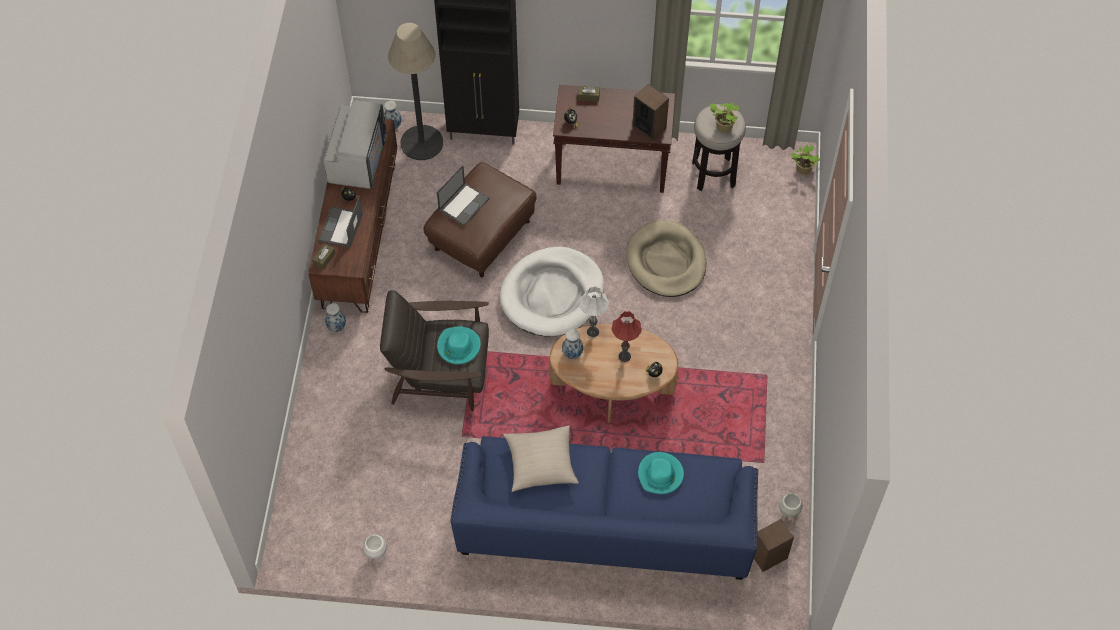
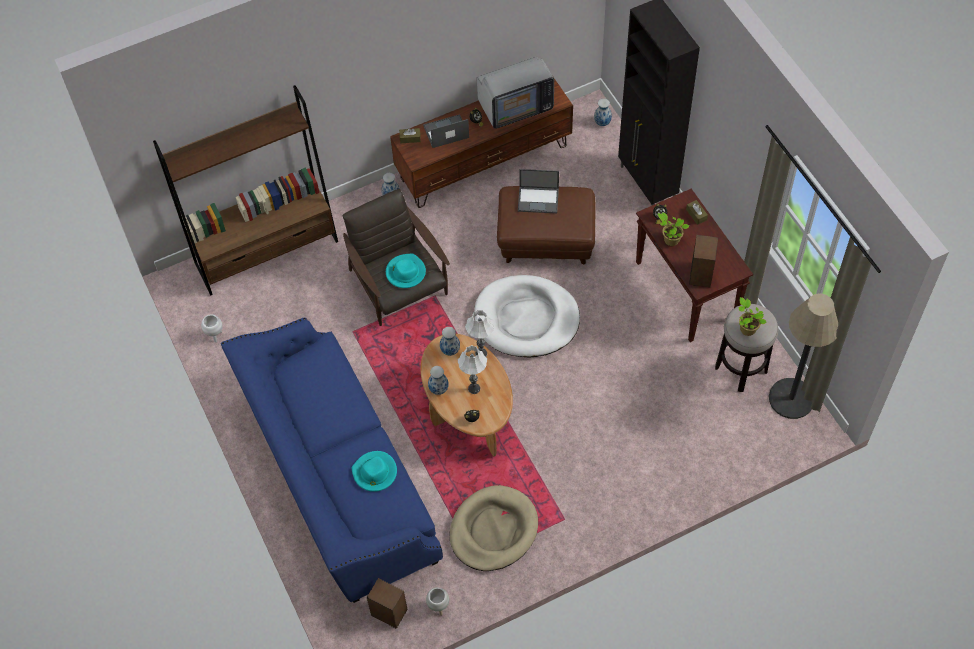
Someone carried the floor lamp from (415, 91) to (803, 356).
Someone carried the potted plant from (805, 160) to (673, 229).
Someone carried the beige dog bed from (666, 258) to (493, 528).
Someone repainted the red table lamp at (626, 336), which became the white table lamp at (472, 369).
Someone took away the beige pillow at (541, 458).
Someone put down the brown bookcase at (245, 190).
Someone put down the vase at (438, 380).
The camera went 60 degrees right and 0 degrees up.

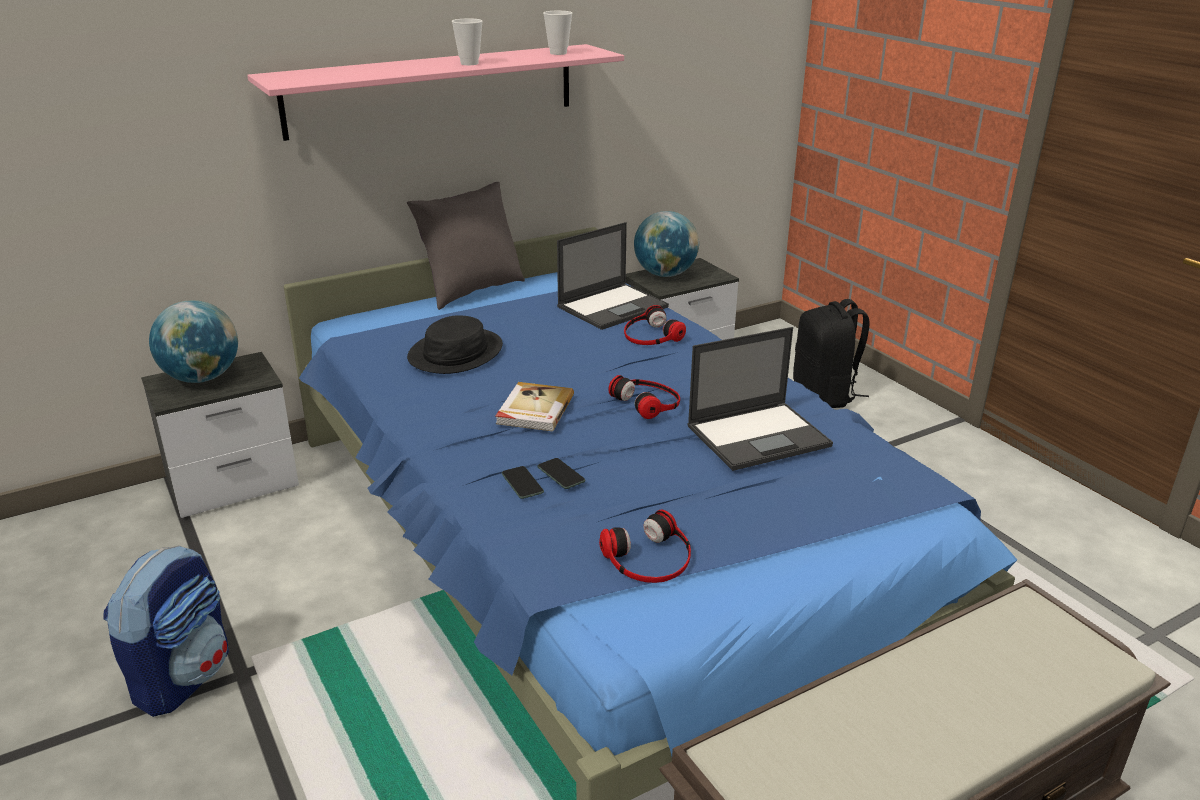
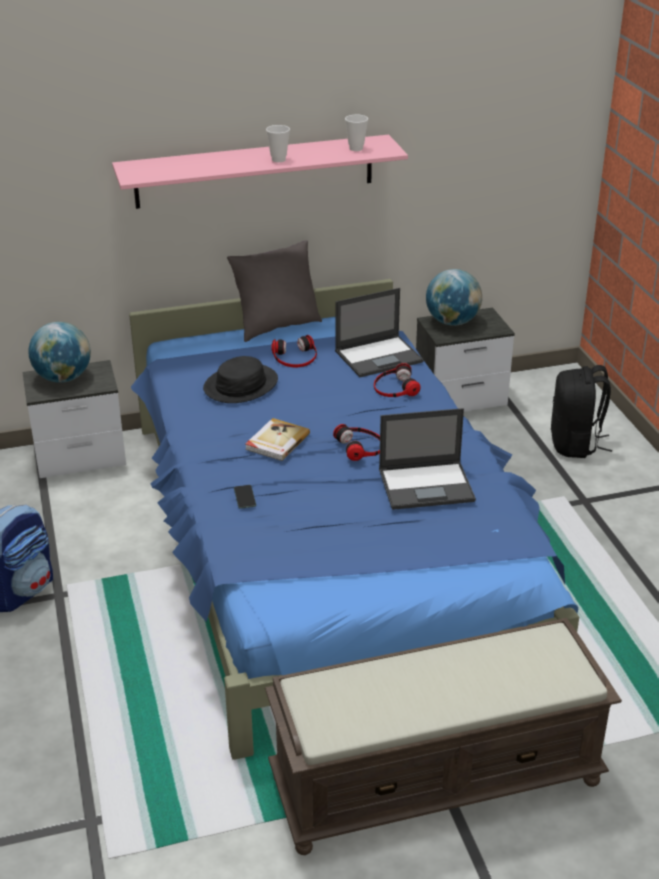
Someone took away the phone at (561, 473).
Someone carried the headphones from (645, 546) to (294, 351).
The camera went 15 degrees right and 5 degrees up.

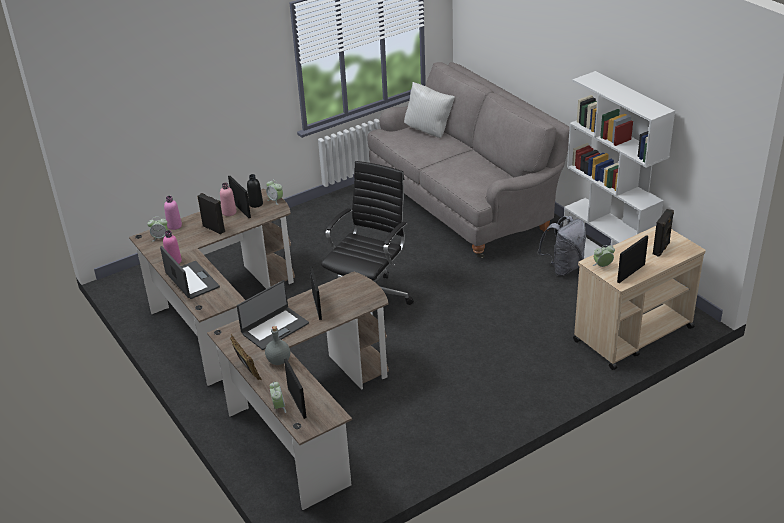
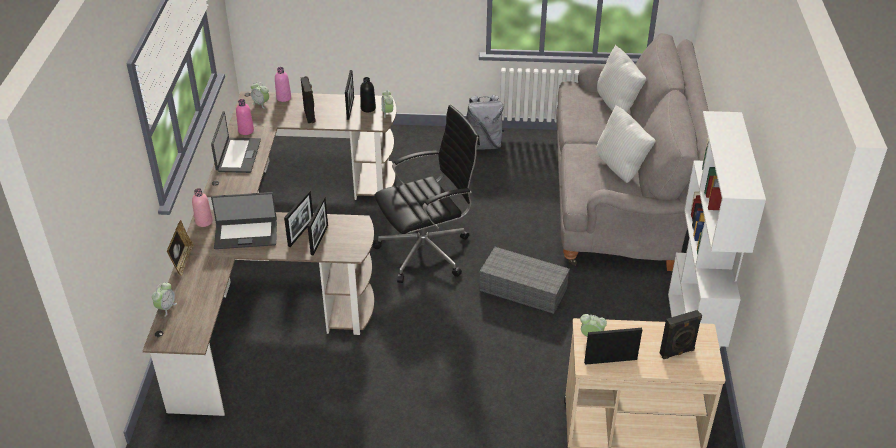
Someone carried the pink bottle from (228, 199) to (202, 207).
Someone carried the grey backpack from (561, 246) to (485, 122).
Someone took away the grey bottle at (277, 345).
Someone carried the picture frame from (295, 388) to (317, 225).
Someone put down the white pillow at (626, 144).
Someone put down the grey storage box at (524, 280).
The camera went 35 degrees right and 5 degrees up.

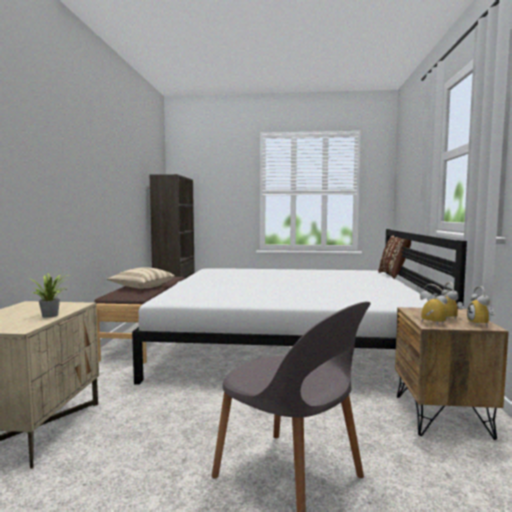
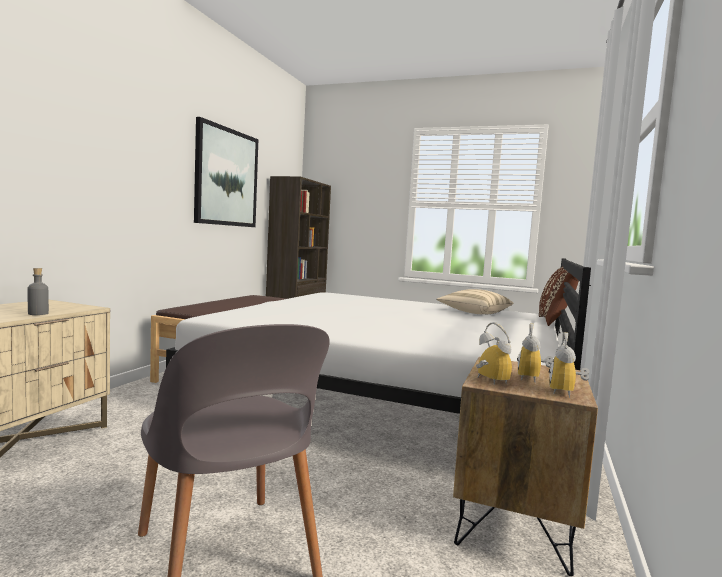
Someone carried the beige pillow from (141, 278) to (474, 301).
Someone swapped the potted plant at (49, 295) for the grey bottle at (38, 291).
Someone put up the picture at (226, 172).
The camera went 15 degrees right and 0 degrees up.

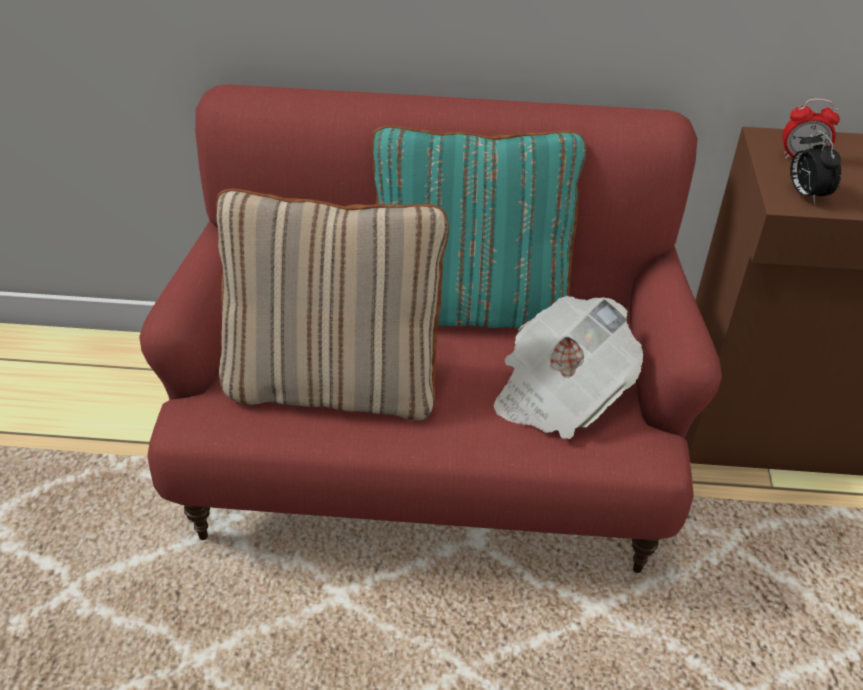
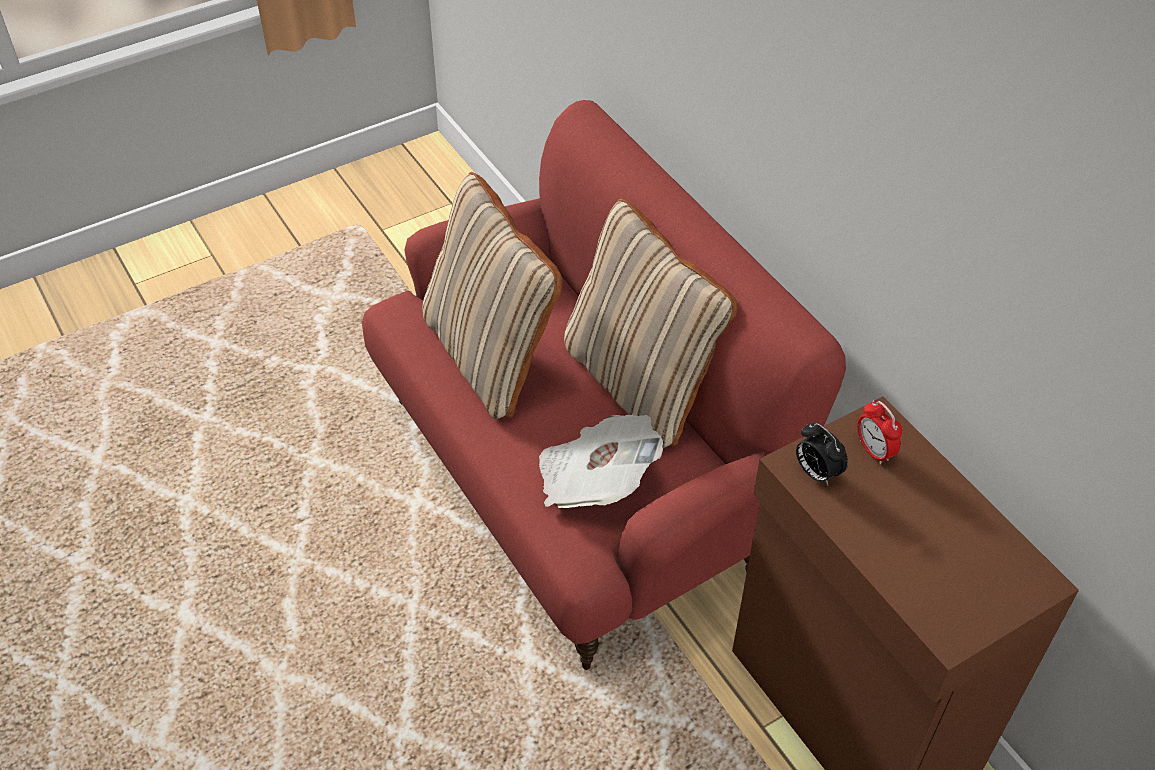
Someone repainted the turquoise pillow at (479, 227), which became the beige pillow at (651, 323).
Someone rotated the alarm clock at (815, 167) by 75 degrees counterclockwise.
The camera went 55 degrees right and 5 degrees up.

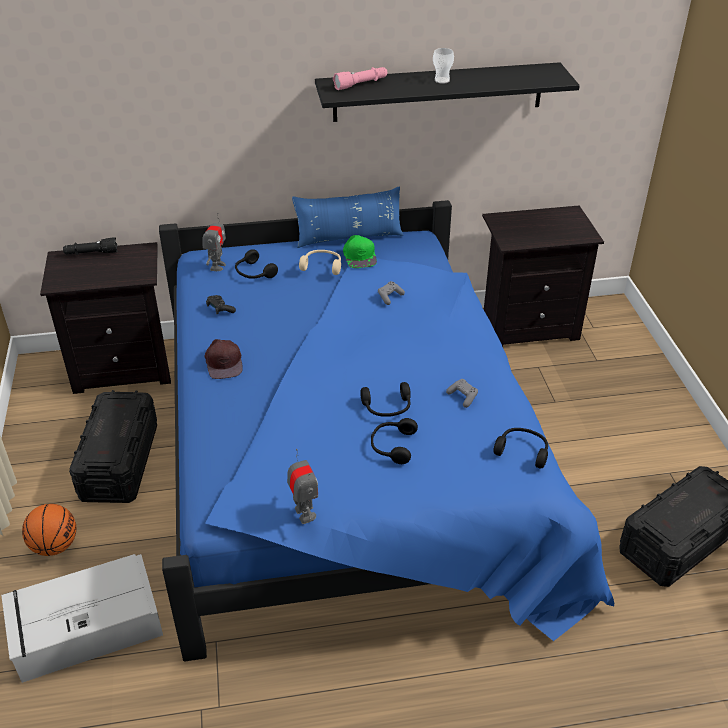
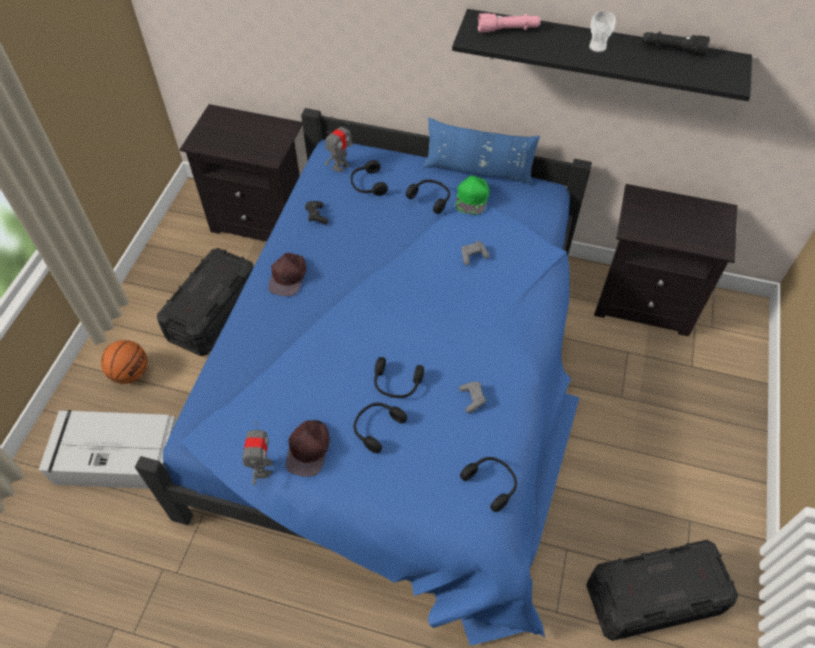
Someone carried the black flashlight from (90, 246) to (676, 43).
Someone repainted the beige headphones at (320, 262), which became the black headphones at (428, 196).
Someone put down the brown cap at (308, 448).
The camera went 25 degrees right and 15 degrees up.

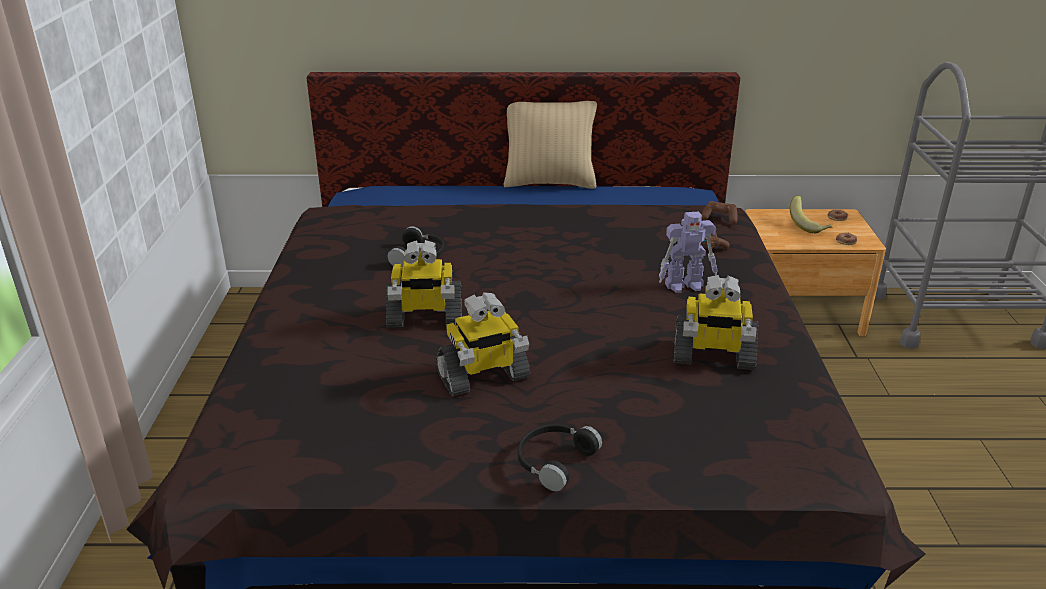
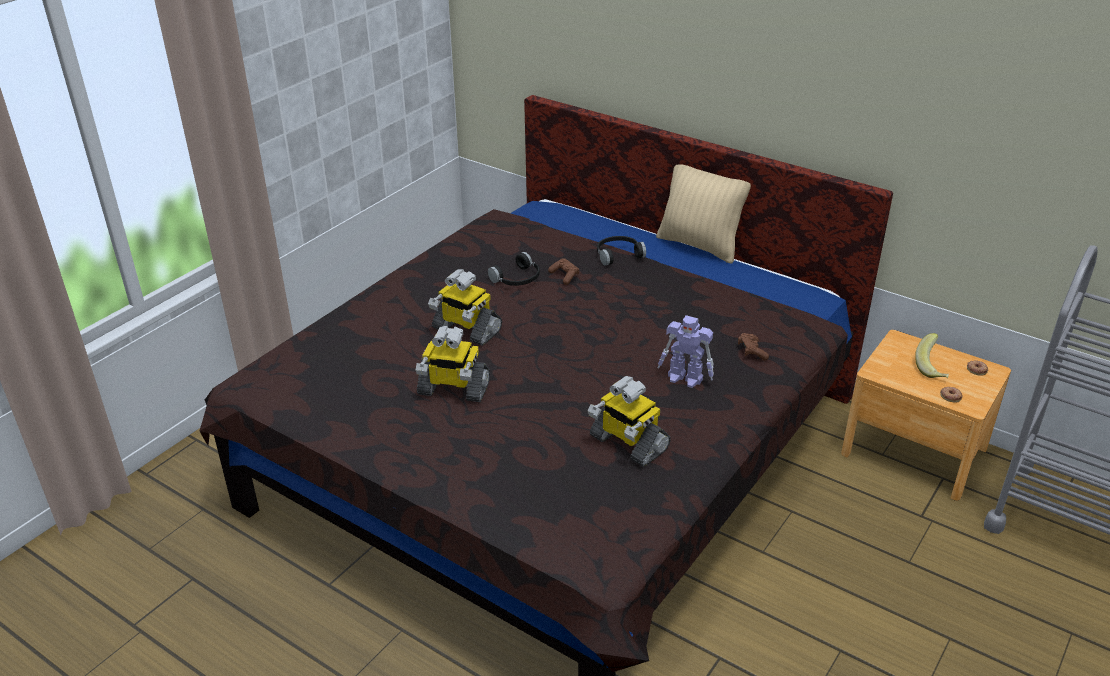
Someone carried the brown game controller from (719, 213) to (563, 271).
Someone carried the black headphones from (560, 457) to (621, 250).
The camera went 35 degrees right and 5 degrees up.

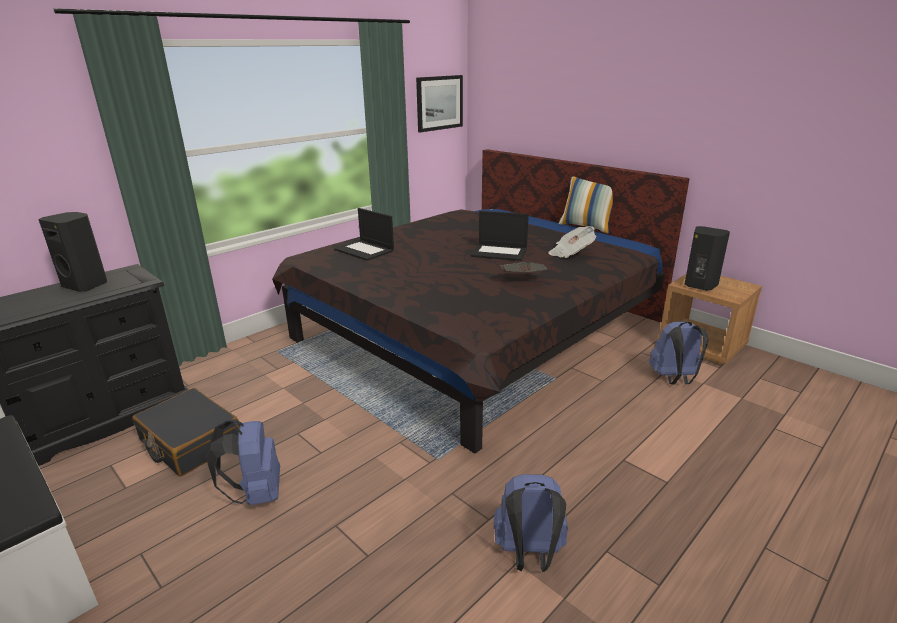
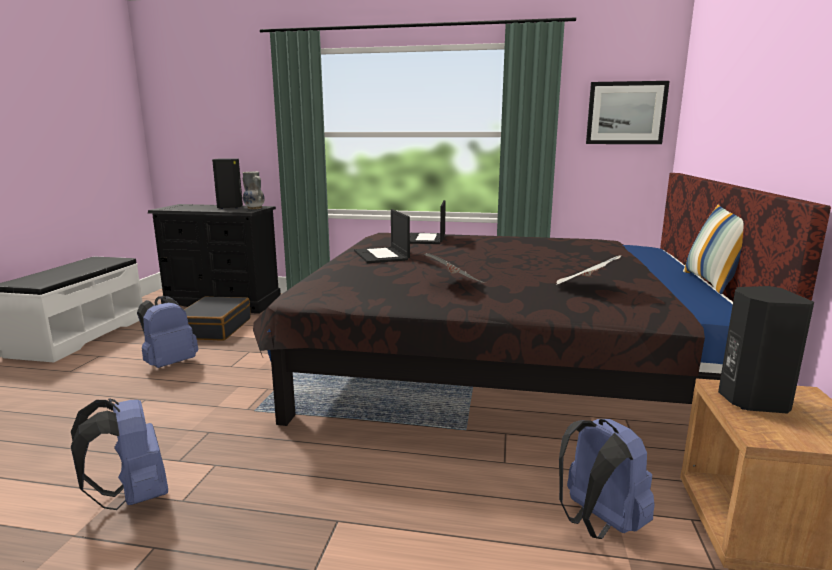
Someone carried the laptop from (499, 236) to (382, 236).
Someone put down the vase at (254, 190).
The camera went 55 degrees right and 10 degrees down.

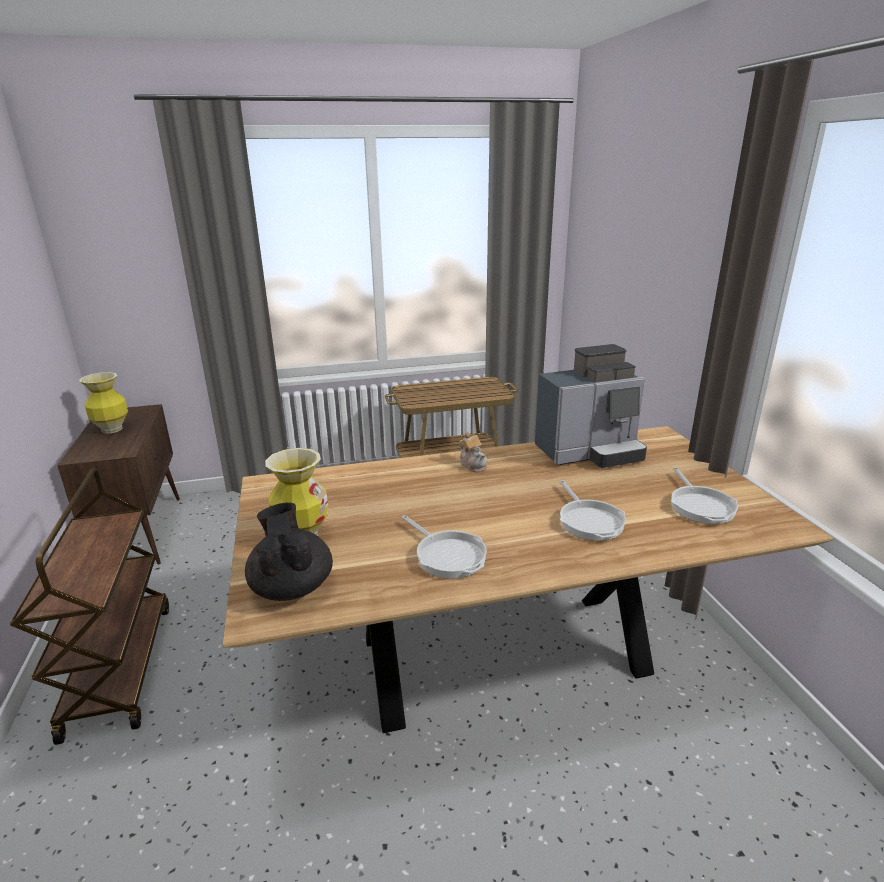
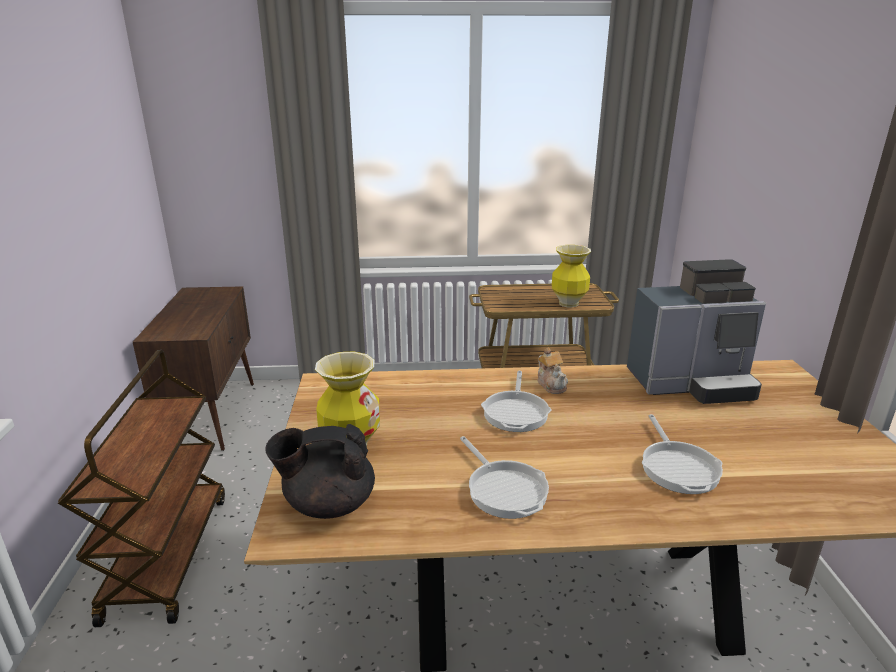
Someone carried the vase from (103, 403) to (571, 276).
Someone carried the frying pan from (704, 495) to (516, 401).
Someone rotated the black teapot at (289, 551) by 90 degrees counterclockwise.
The camera went 10 degrees right and 0 degrees up.

